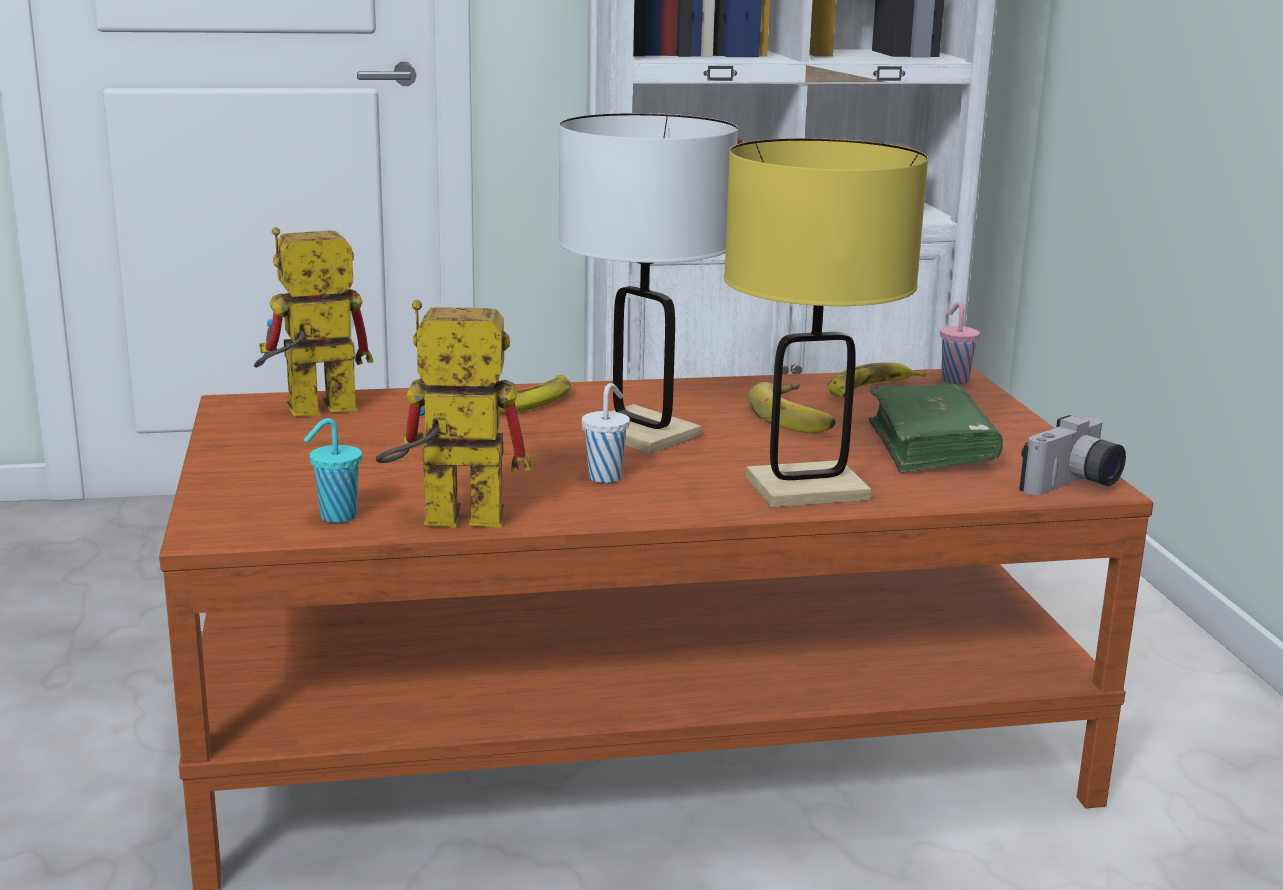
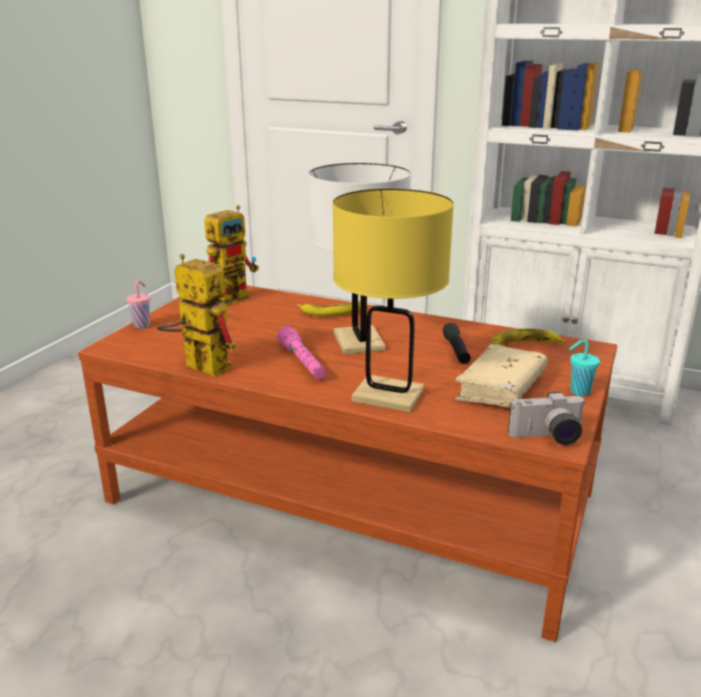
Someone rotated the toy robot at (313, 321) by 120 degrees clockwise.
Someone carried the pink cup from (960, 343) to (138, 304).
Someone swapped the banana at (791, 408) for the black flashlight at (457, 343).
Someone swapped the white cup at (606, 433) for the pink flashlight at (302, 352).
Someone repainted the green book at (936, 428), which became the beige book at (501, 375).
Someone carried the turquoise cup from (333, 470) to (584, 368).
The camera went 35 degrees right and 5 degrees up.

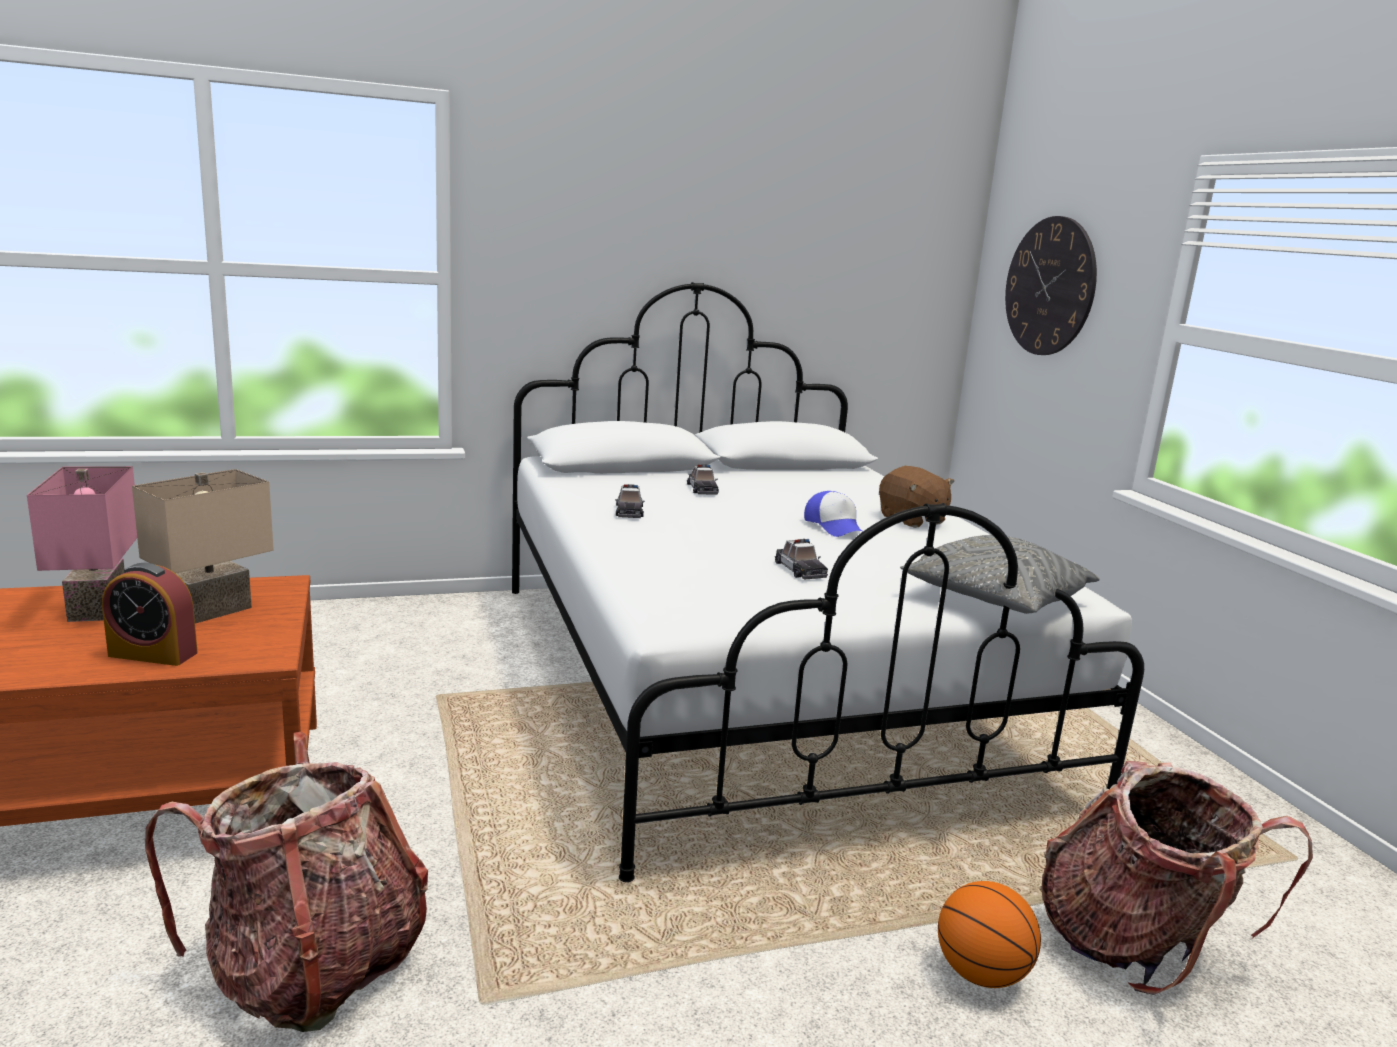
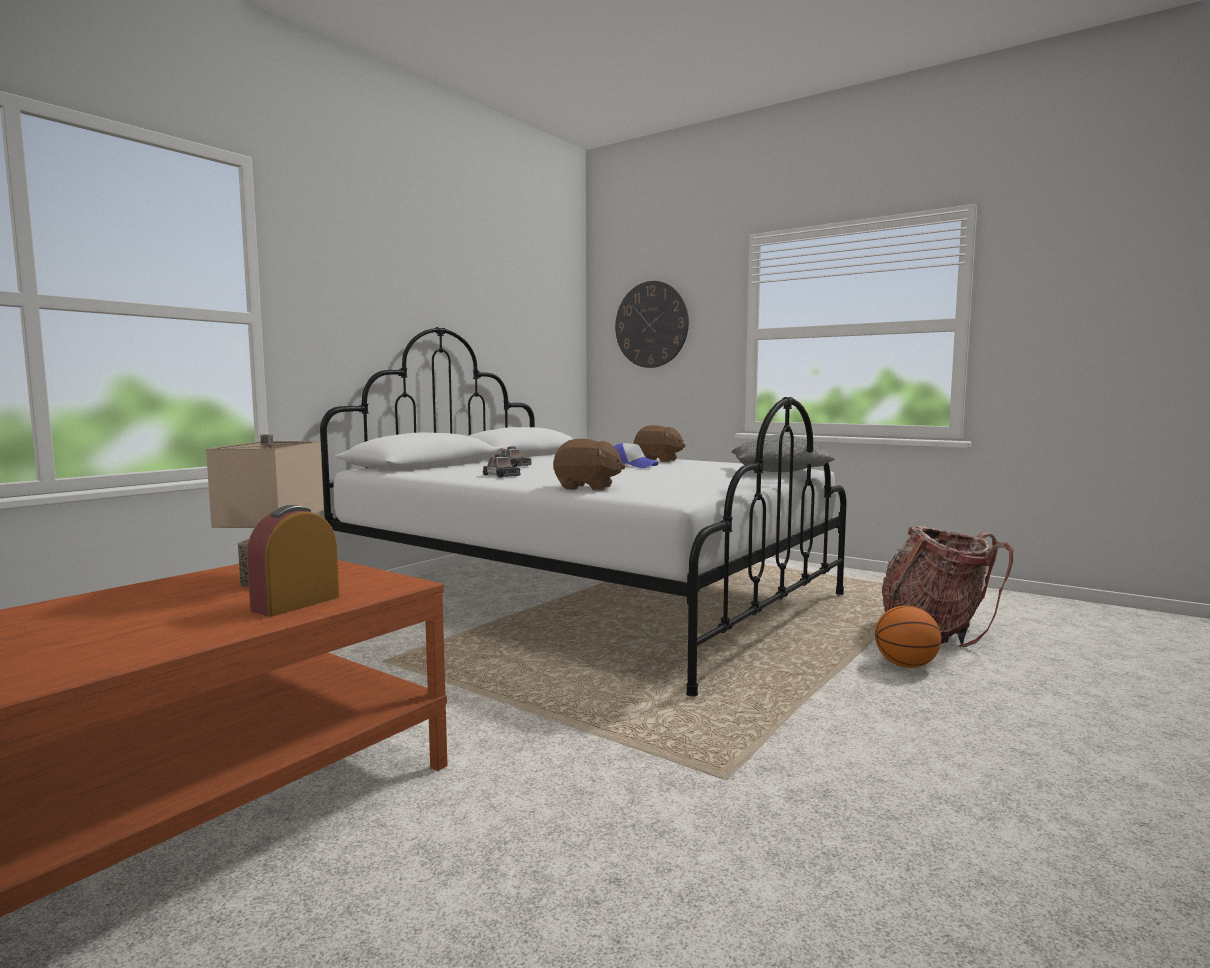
Someone took away the pink table lamp at (82, 544).
Someone took away the toy car at (801, 559).
Someone rotated the alarm clock at (150, 614) by 150 degrees clockwise.
Someone took away the backpack at (286, 882).
Someone put down the brown plush toy at (589, 465).
The camera went 35 degrees left and 10 degrees down.

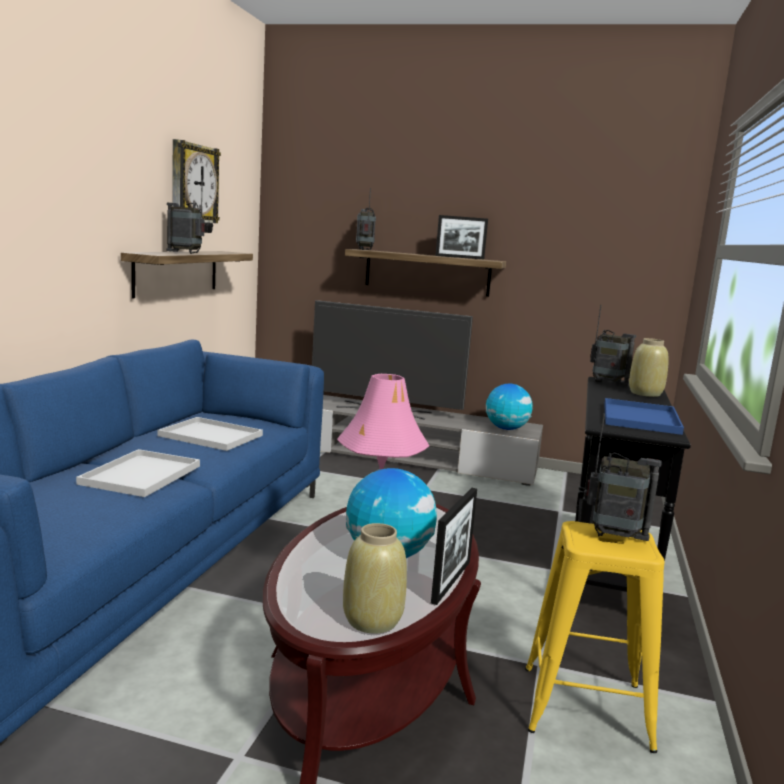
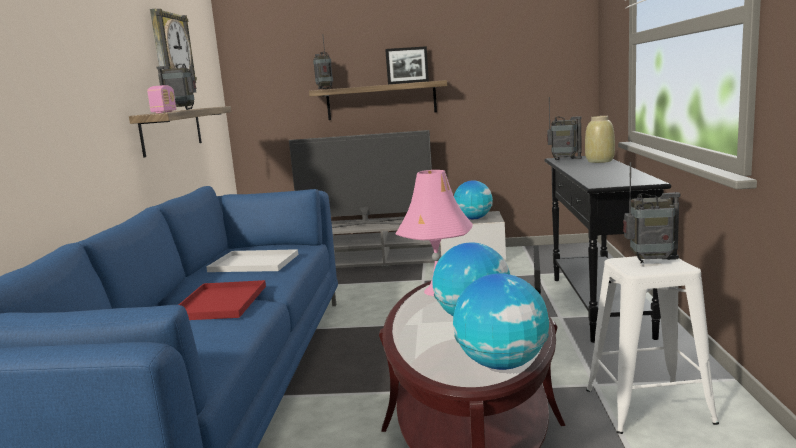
Someone took away the blue tray at (644, 416).
Someone repainted the white tray at (138, 473), which became the red tray at (222, 300).
Someone repainted the yellow stool at (594, 637), which became the white stool at (652, 345).
Someone swapped the beige vase at (375, 578) for the globe at (501, 321).
Someone put down the radio at (161, 99).
The camera went 10 degrees left and 0 degrees up.

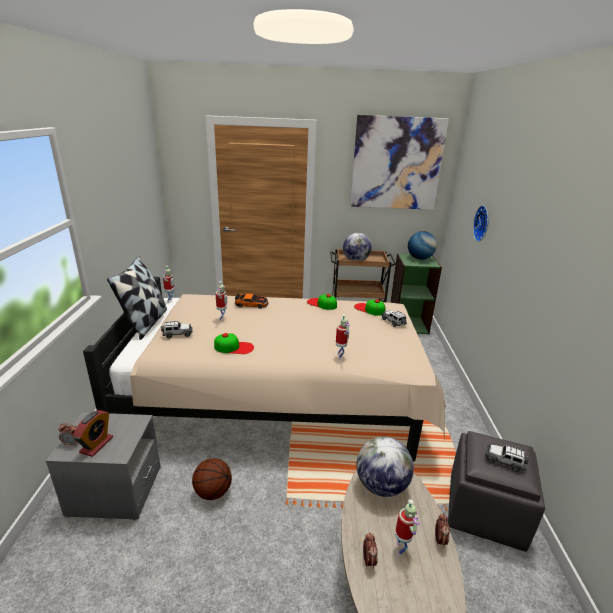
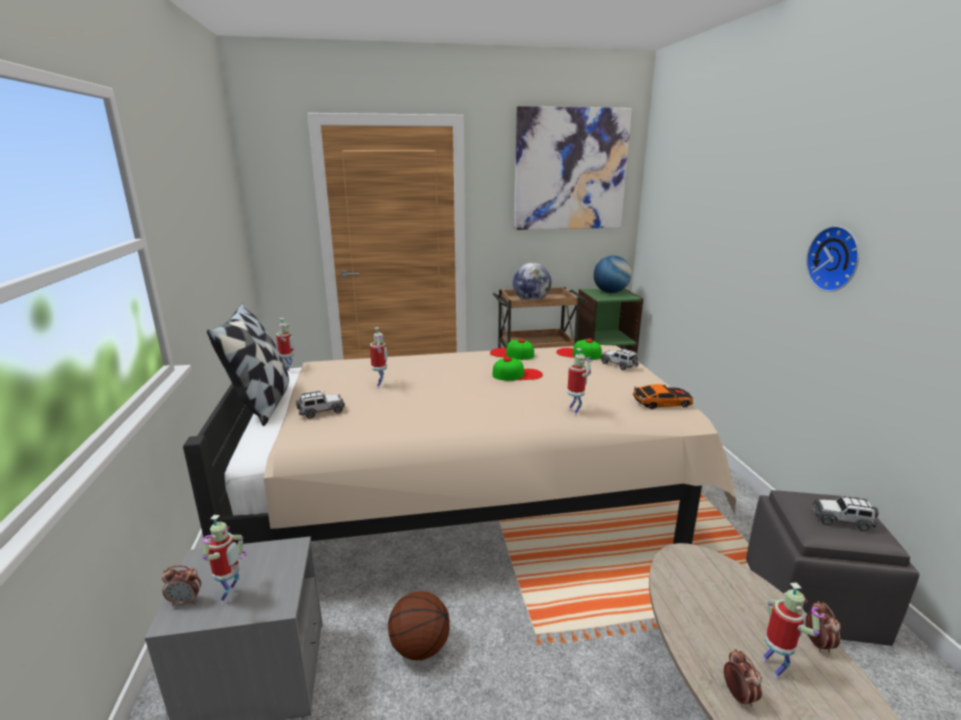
Someone carried the wall clock from (481, 223) to (832, 259).
Someone carried the toy car from (251, 301) to (663, 397).
Someone carried the cap from (234, 343) to (518, 369).
Someone swapped the alarm clock at (93, 433) for the toy robot at (225, 559).
Someone took away the globe at (385, 467).
The camera went 10 degrees left and 5 degrees down.

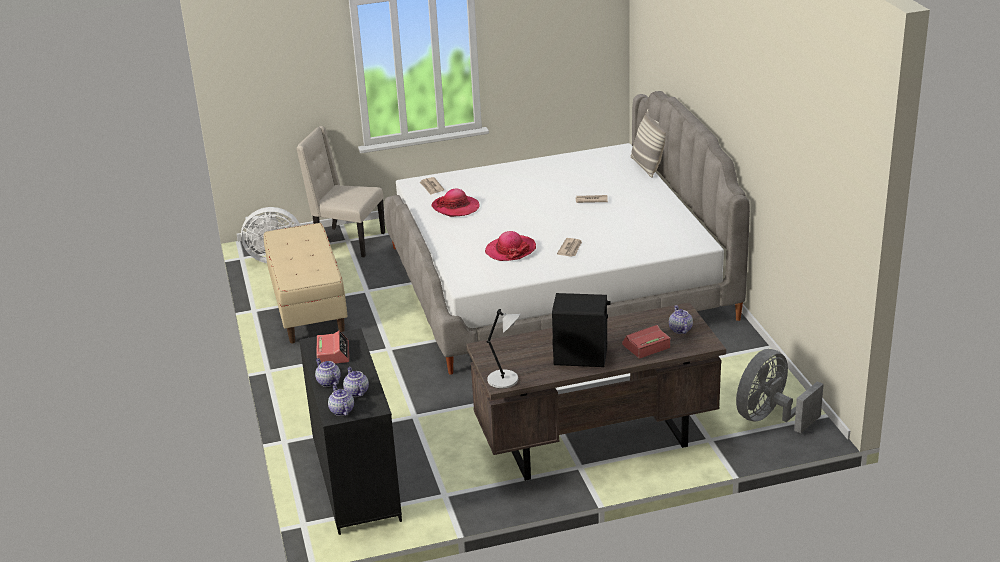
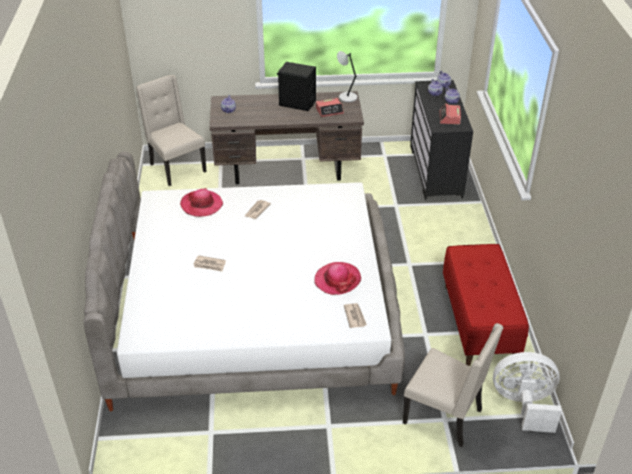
Someone took away the pillow at (648, 143).
Someone repainted the beige bench at (306, 283), which became the red bench at (486, 305).
Someone carried the hat from (510, 246) to (201, 202).
Someone carried the alarm clock from (646, 342) to (330, 107).
Someone swapped the grey fan at (780, 391) for the beige chair at (171, 130).
The camera went 170 degrees left and 10 degrees up.

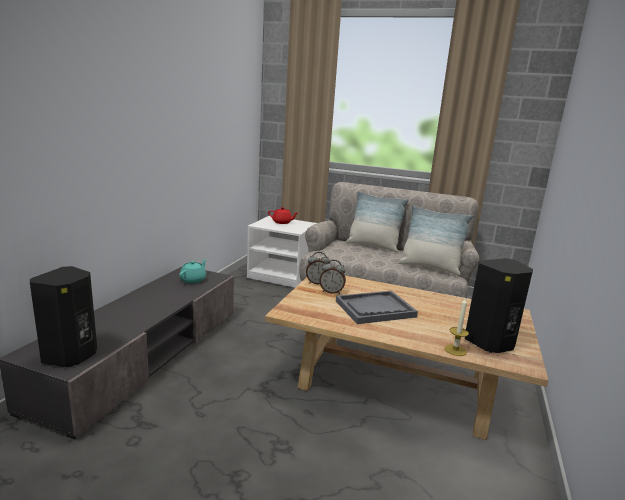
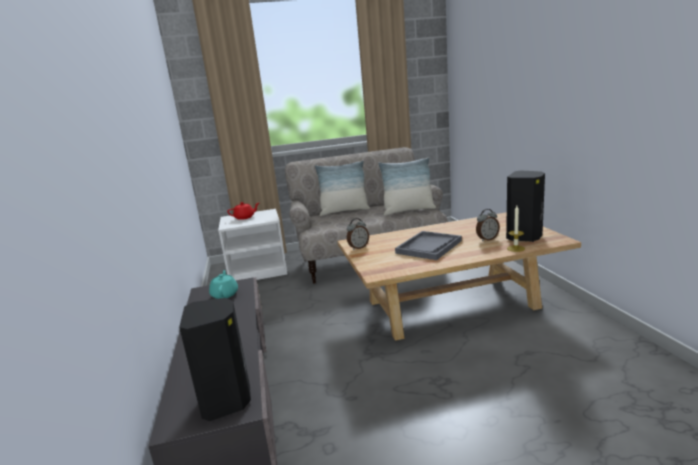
Someone carried the alarm clock from (332, 277) to (488, 225).
The camera went 30 degrees left and 0 degrees up.

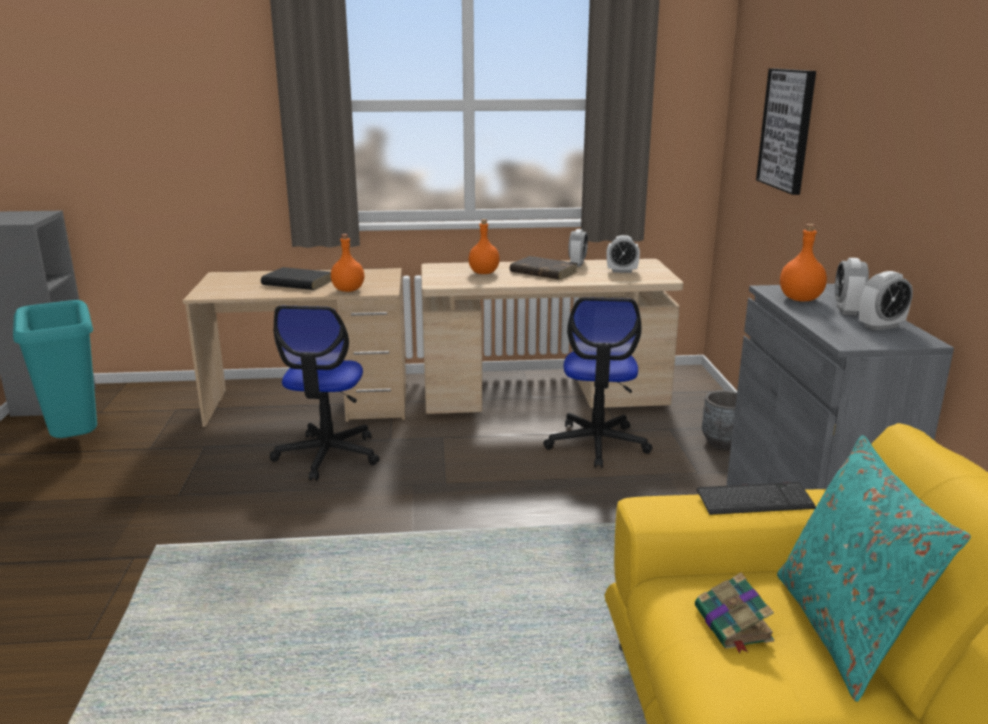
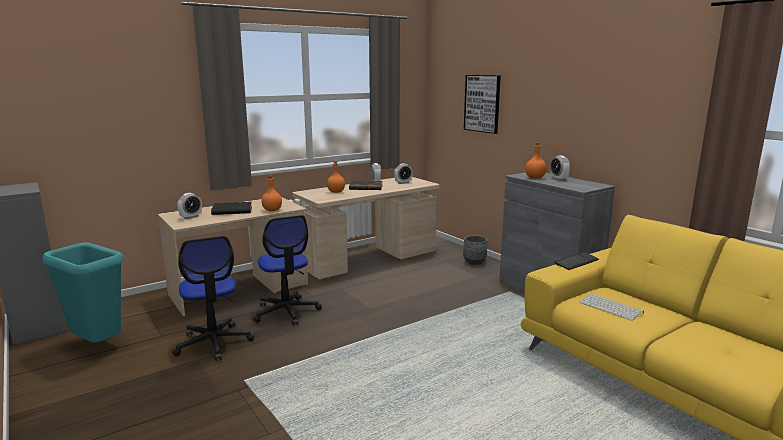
Someone carried the alarm clock from (886, 301) to (189, 206).
Someone carried the office chair from (597, 382) to (213, 298).
Someone took away the turquoise pillow at (874, 568).
Someone swapped the book at (735, 613) for the keyboard at (611, 307).
The camera went 30 degrees left and 5 degrees down.

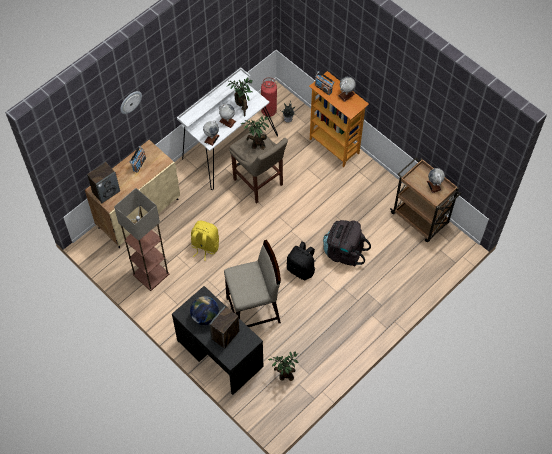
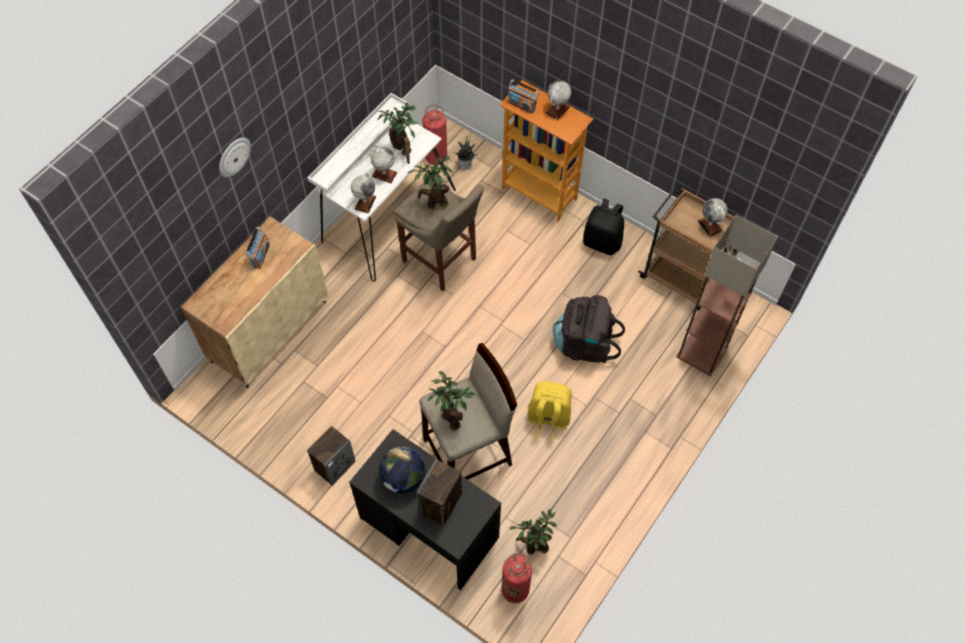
Someone carried the speaker from (103, 182) to (331, 456).
Someone carried the floor lamp from (141, 239) to (727, 295).
Someone carried the yellow backpack from (205, 241) to (549, 411).
Someone carried the black backpack from (300, 260) to (603, 226).
Someone put down the potted plant at (451, 401).
Someone put down the fire extinguisher at (516, 578).
The camera went 10 degrees left and 0 degrees up.

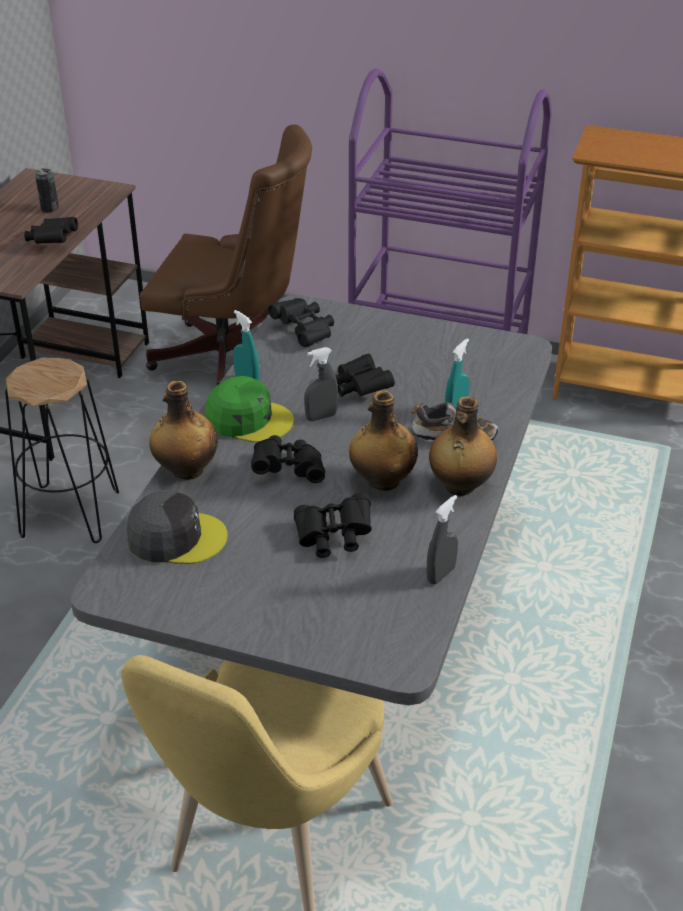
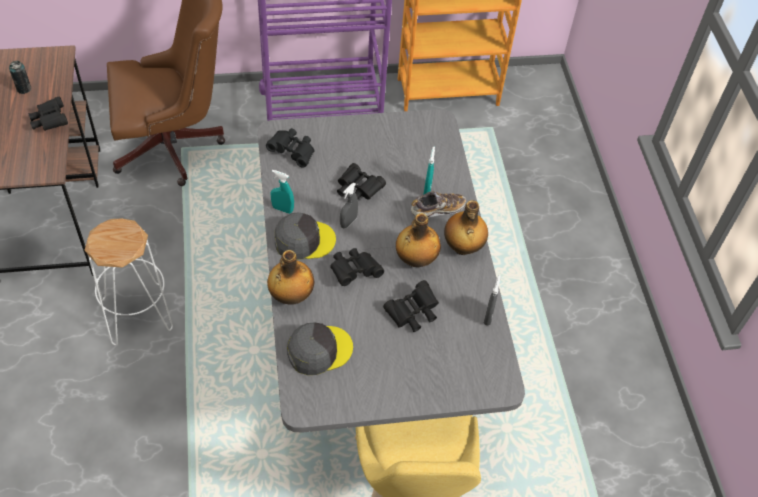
Someone repainted the black stool at (62, 450), which became the white stool at (128, 282).
Someone repainted the green cap at (250, 409), which became the grey cap at (305, 236).
The camera went 30 degrees left and 15 degrees up.

